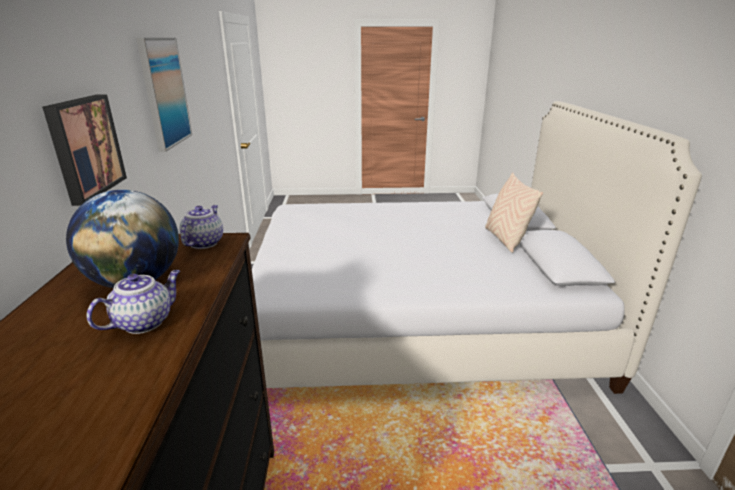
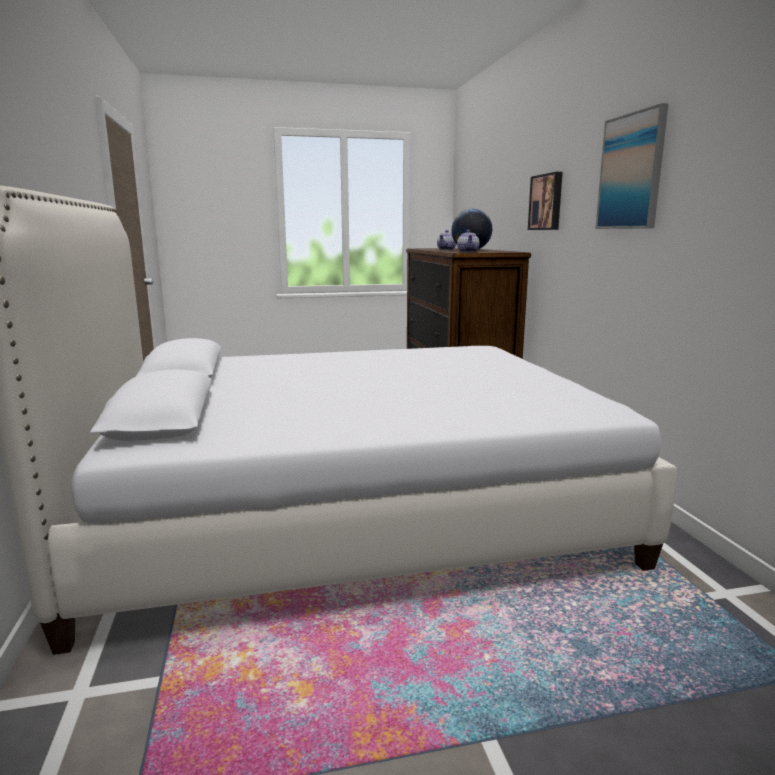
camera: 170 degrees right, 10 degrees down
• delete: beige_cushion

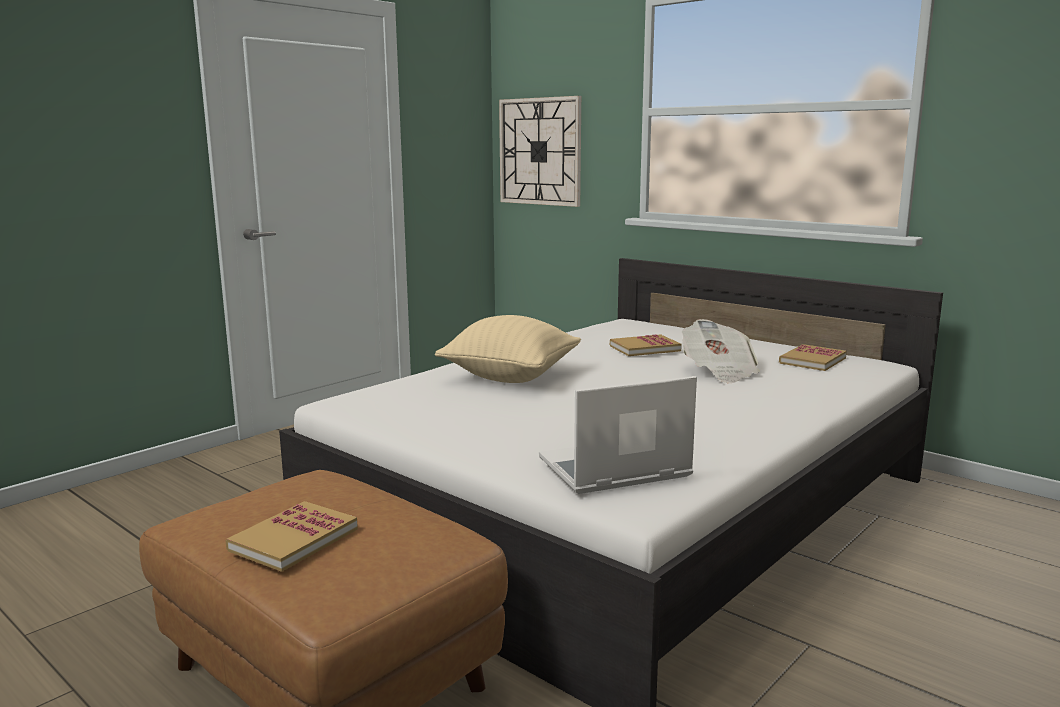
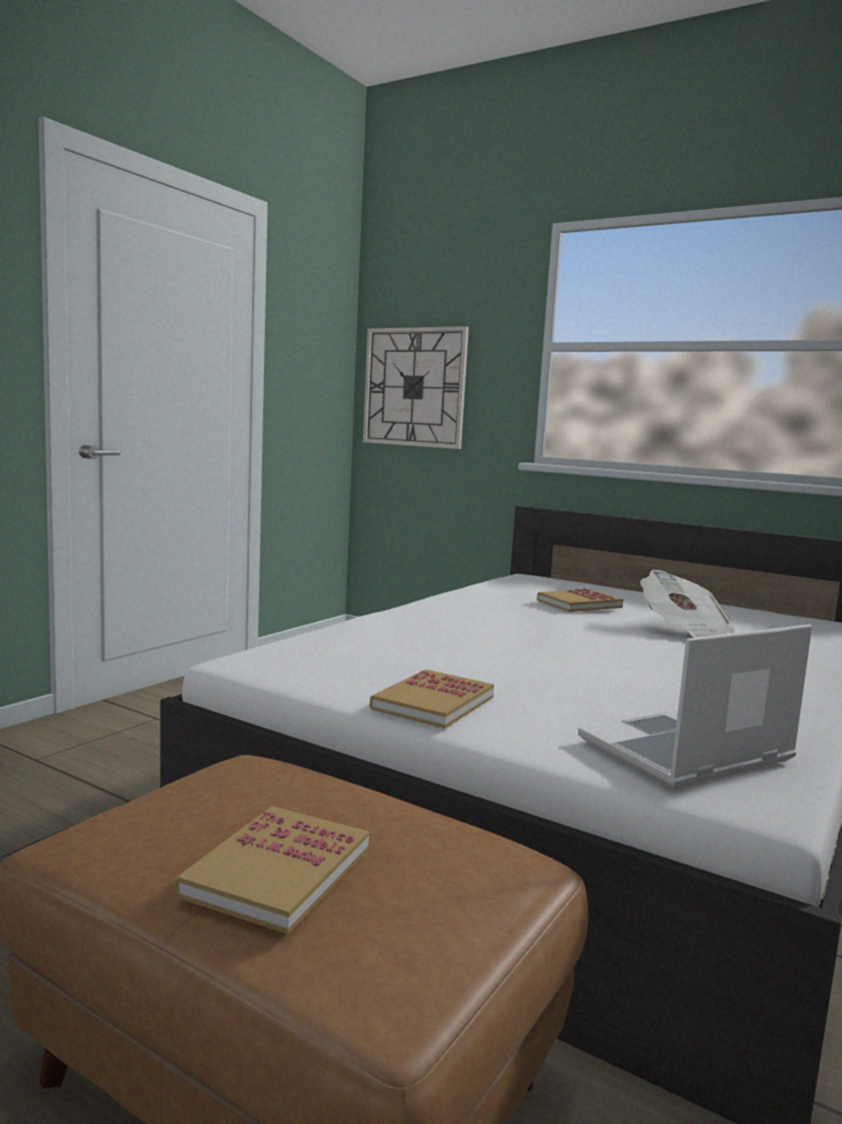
camera: 10 degrees left, 5 degrees down
• delete: beige_cushion
• move: bound_book (3rd from left in the first image) to bound_book (2nd from left)

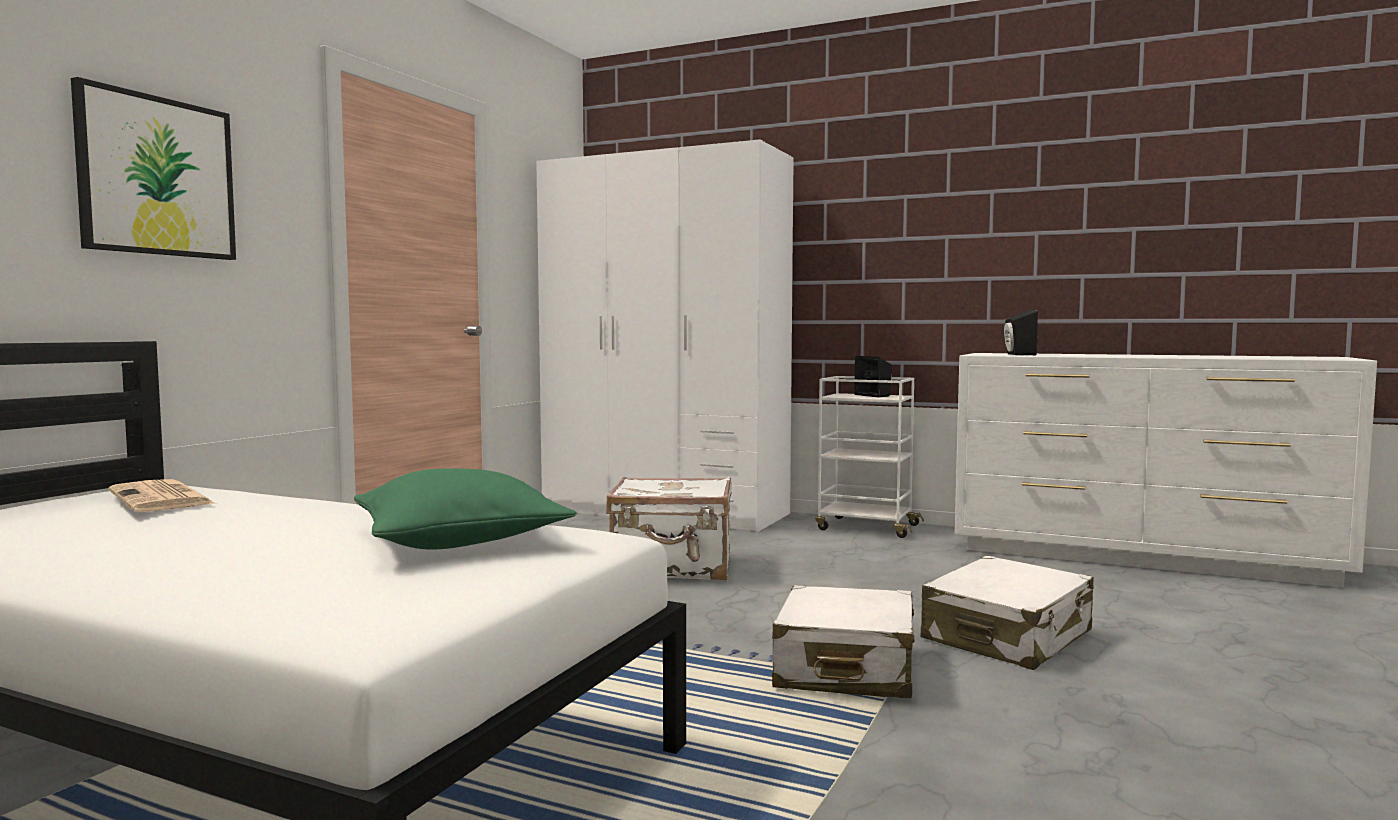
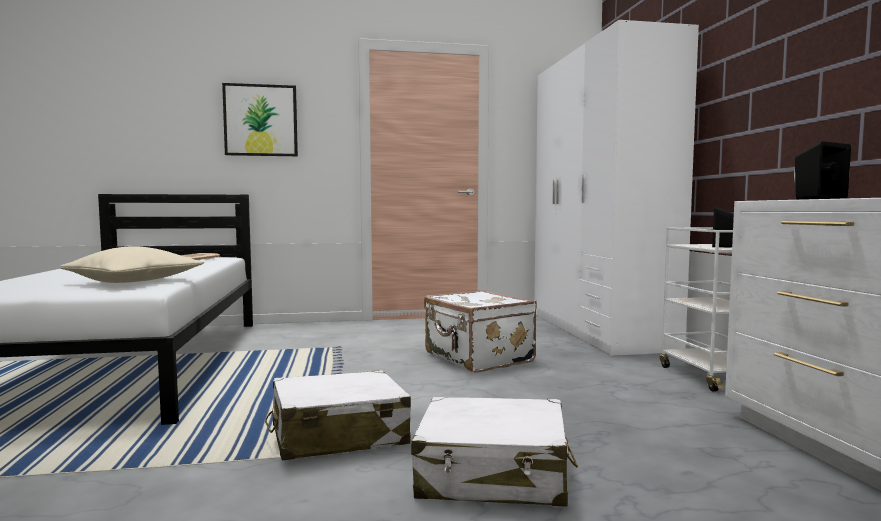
camera: 55 degrees right, 0 degrees up
• recolor: greenish_cushion to beige_cushion

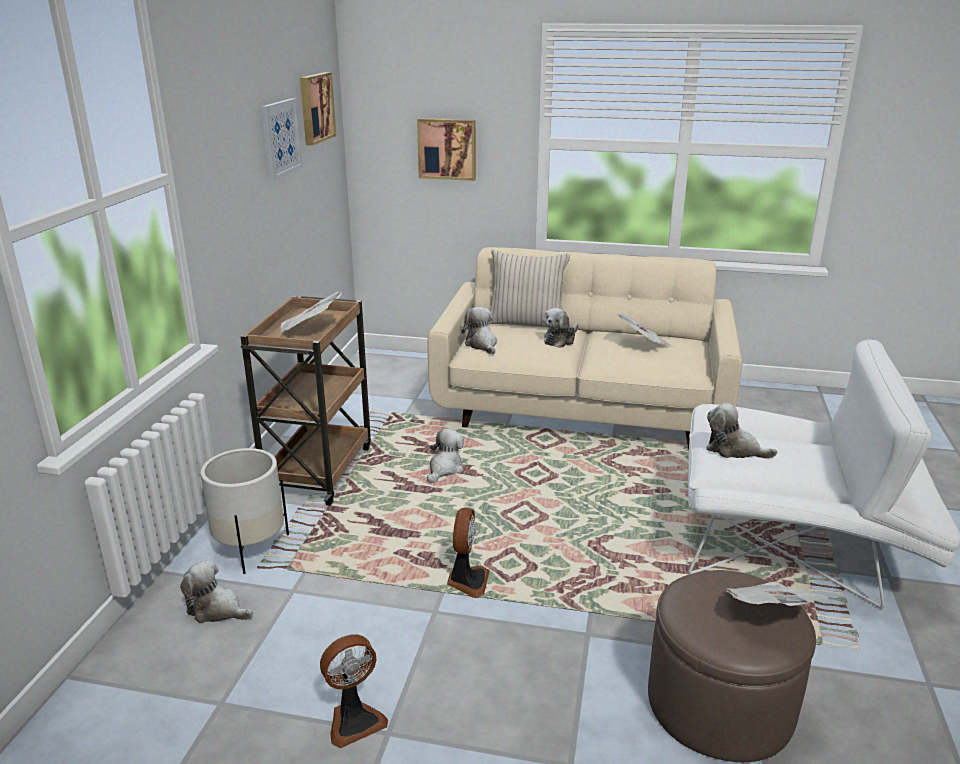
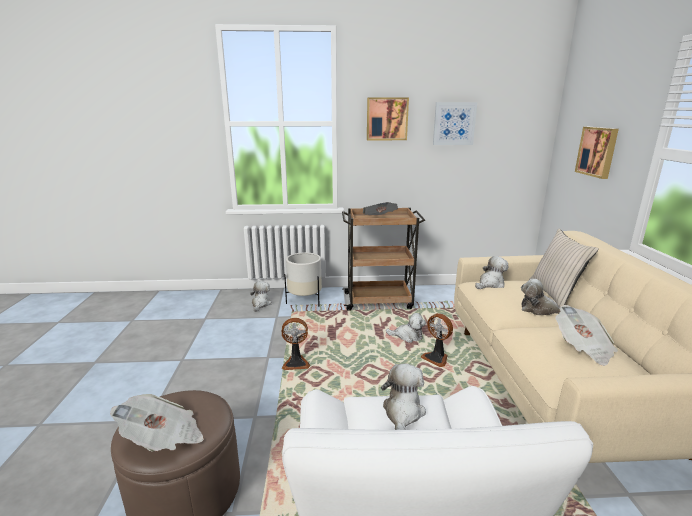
camera: 75 degrees right, 5 degrees down
• move: wall_art (2nd from left in the first image) to wall_art (1st from left)
• move: cooling_fan (1st from left in the first image) to cooling_fan (2nd from left)

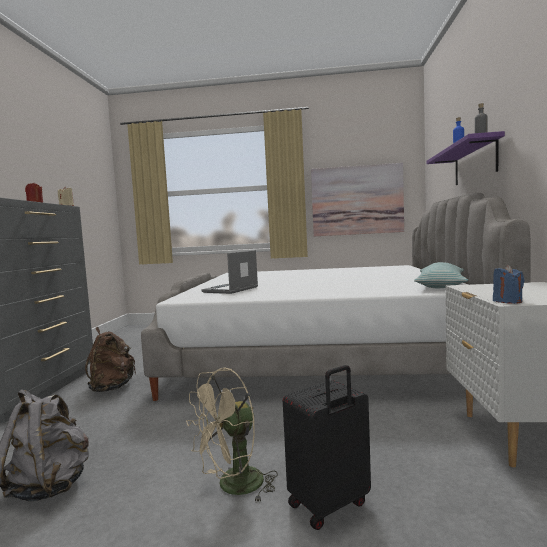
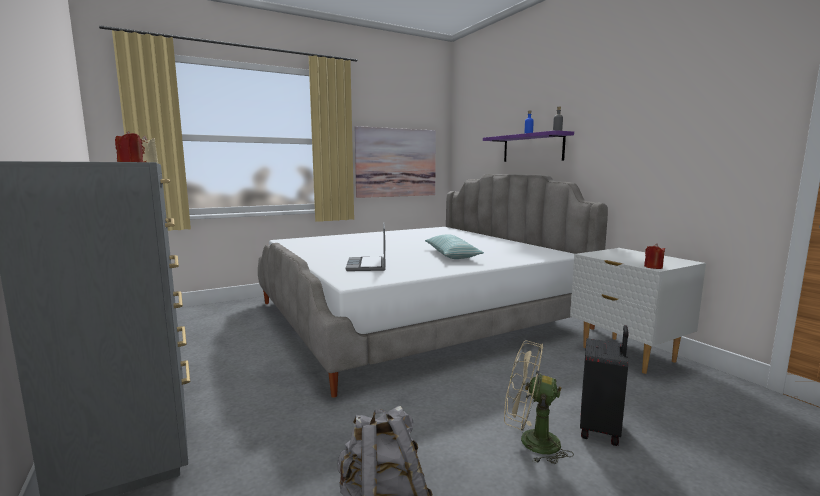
camera: 35 degrees left, 5 degrees up
• move: cushion
• recolor: bluish_candle to red_candle (2nd from left)
• delete: brown-coloured_knapsack
• rotate: beige_cooling_fan 90 degrees clockwise

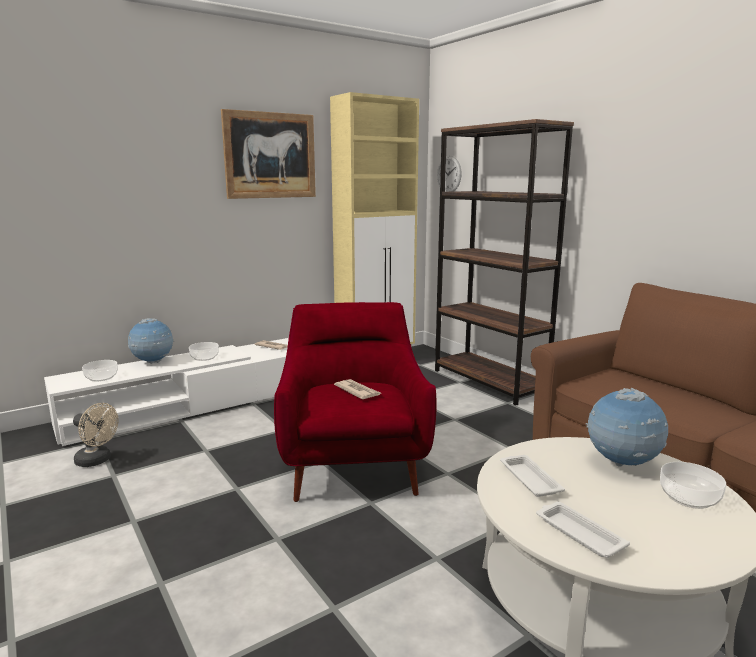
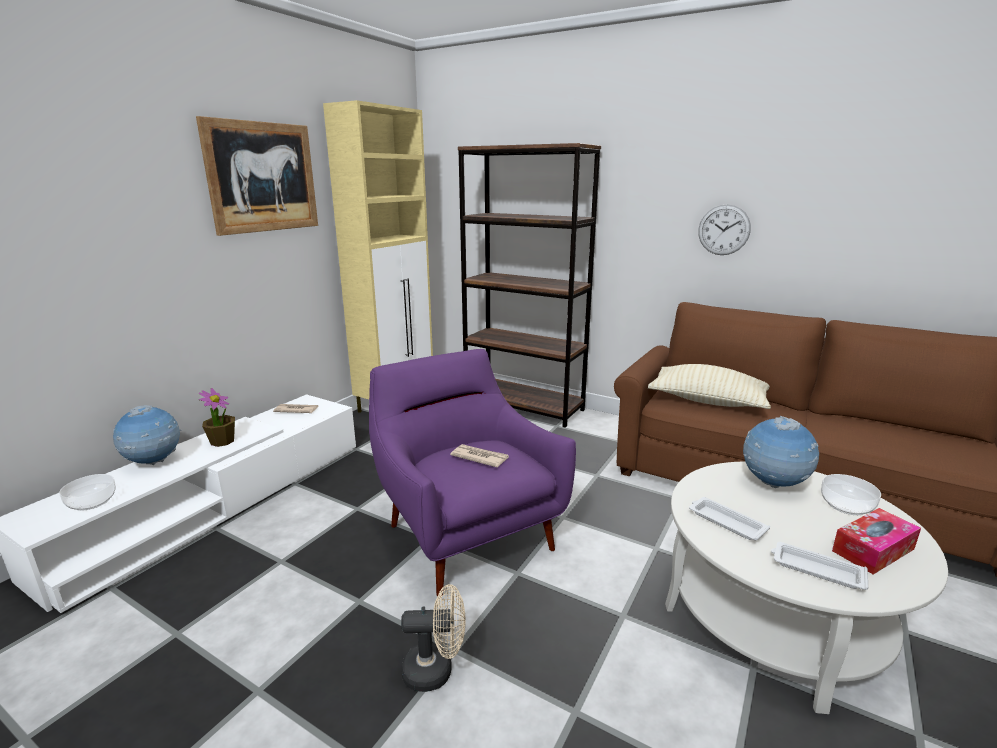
camera: 25 degrees left, 5 degrees up
• move: wall_clock
• recolor: red_lounge_chair to purple-coloured_lounge_chair
• replace: bowl (2nd from left) to houseplant
• move: beige_cooling_fan
• insert: beige_cushion
• insert: box_of_tissues

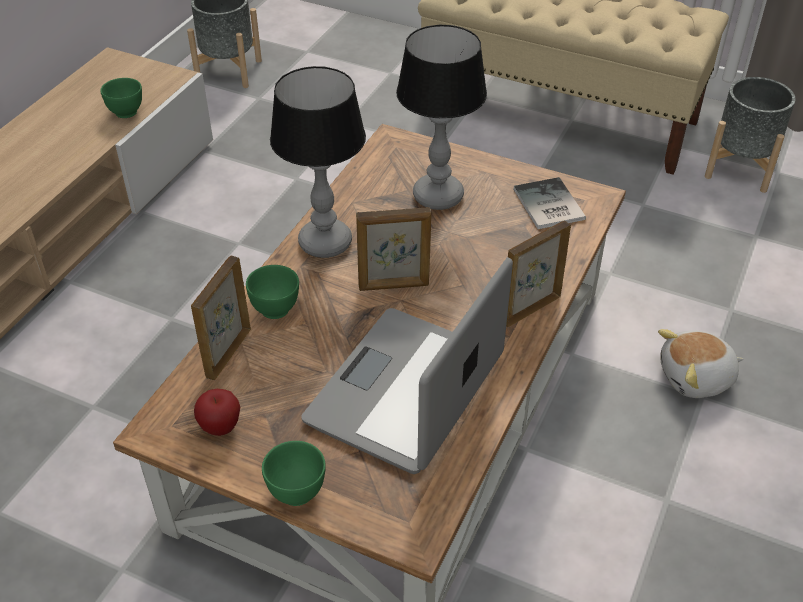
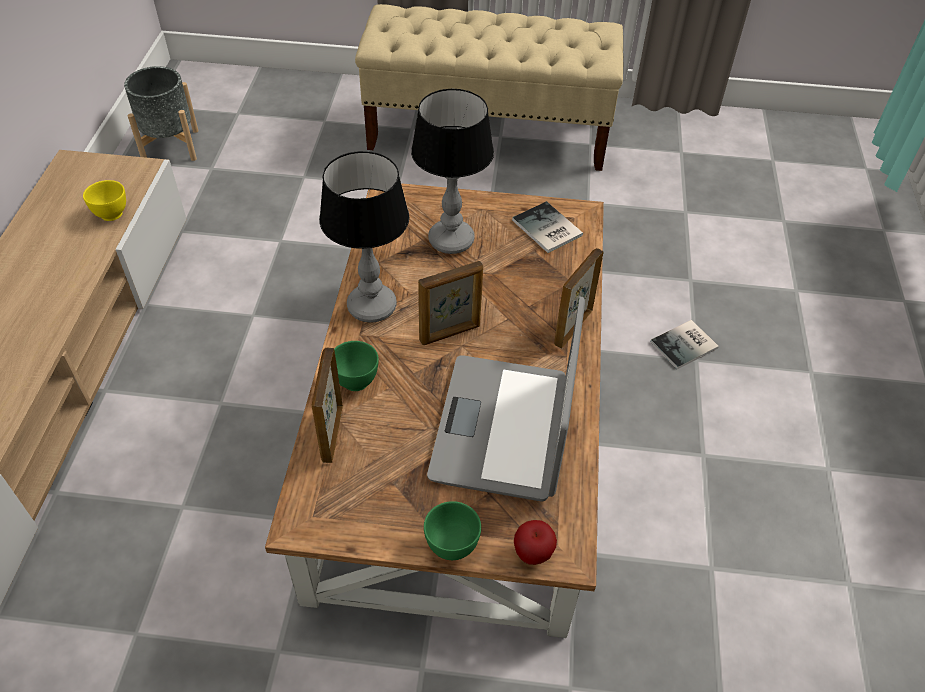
camera: 20 degrees left, 5 degrees up
• delete: greyish_planter (2nd from left)
• recolor: greenish_bowl (1st from left) to yellow-coloured_bowl
• replace: cuddly_toy to bound_book (2nd from left)
• move: apple

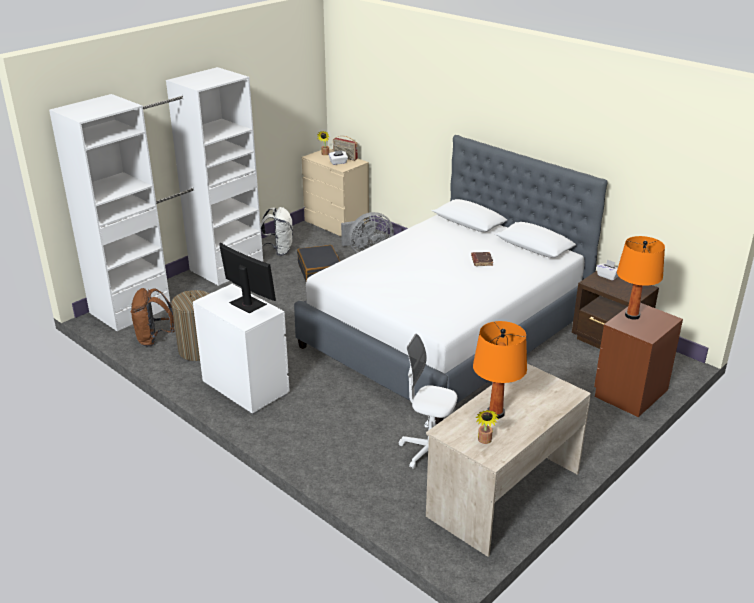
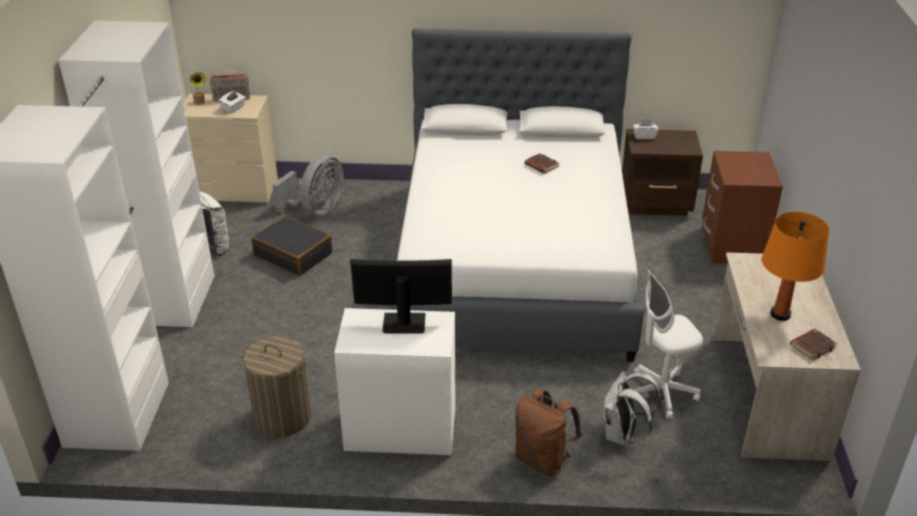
camera: 40 degrees left, 5 degrees up
• delete: orangey_tabletop_lamp (2nd from left)
• move: brown-coloured_knapsack
• replace: houseplant (2nd from left) to brown-coloured_bound_book (2nd from left)
• insert: white-coloured_knapsack (2nd from left)

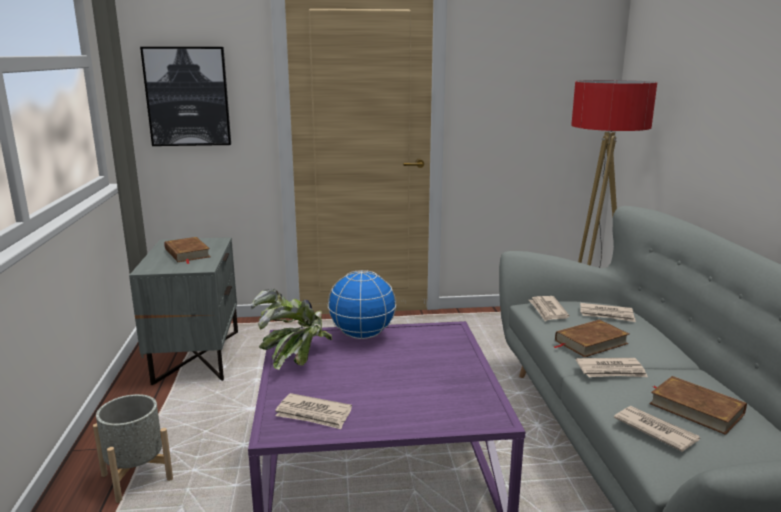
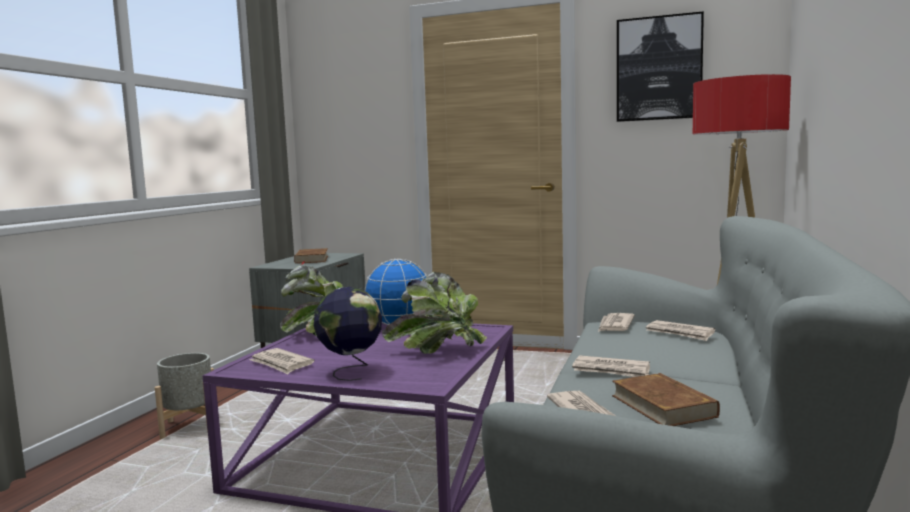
camera: 25 degrees right, 10 degrees down
• move: wall_art
• delete: brown-coloured_bound_book (2nd from left)
• insert: houseplant (2nd from left)
• insert: world_globe (1st from left)

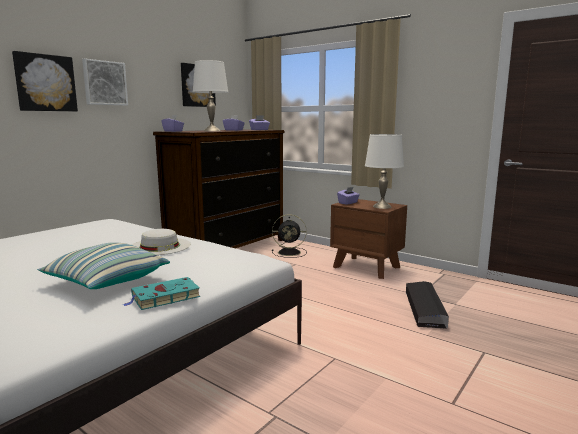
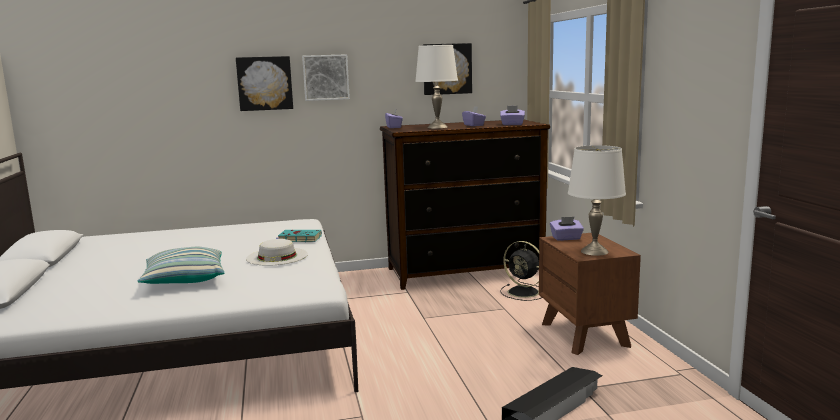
camera: 40 degrees right, 0 degrees up
• move: blue-green_bound_book

